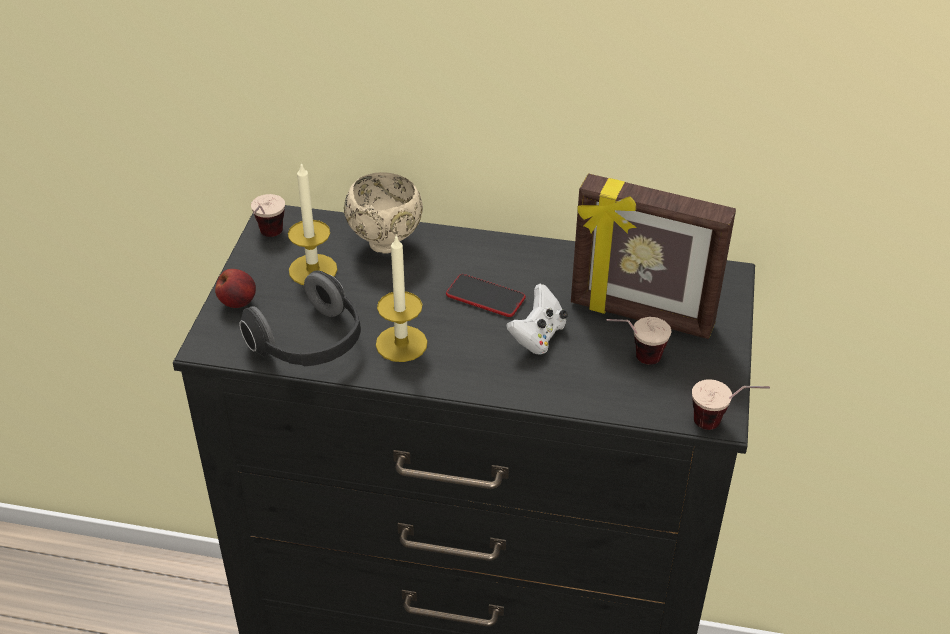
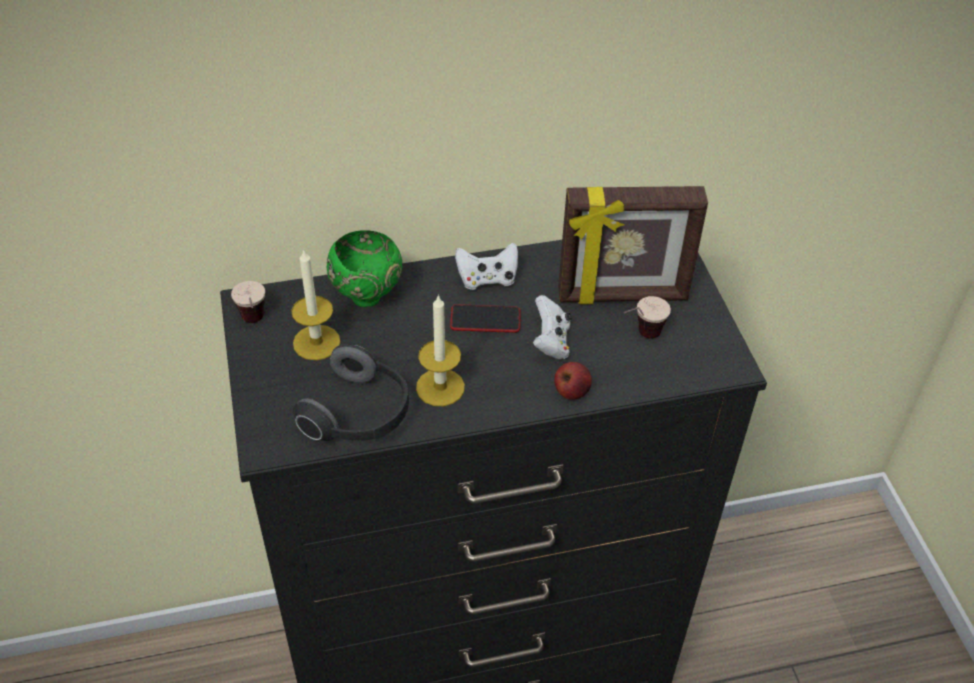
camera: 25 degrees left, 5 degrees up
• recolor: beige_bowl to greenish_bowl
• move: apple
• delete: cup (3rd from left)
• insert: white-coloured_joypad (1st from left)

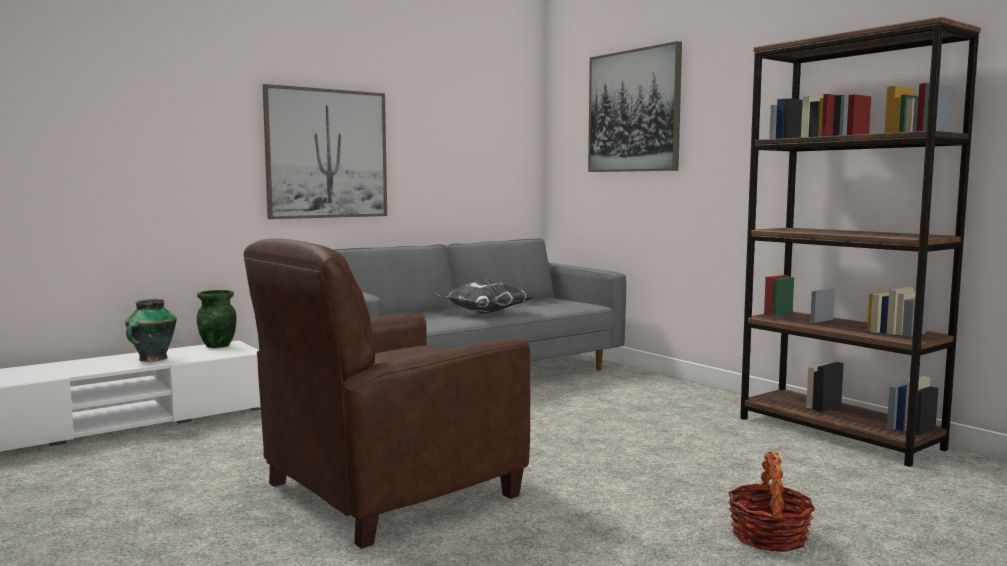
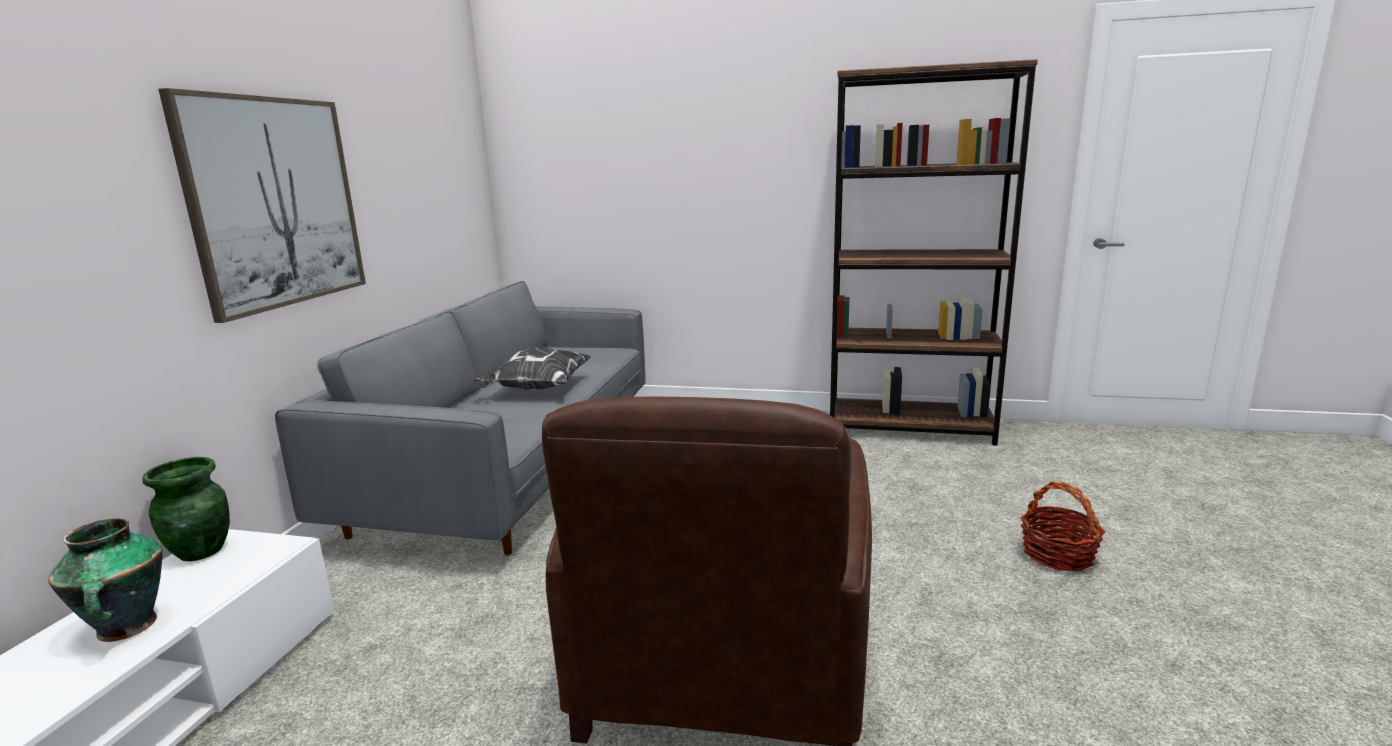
camera: 40 degrees left, 10 degrees up
• delete: wall_art (2nd from left)

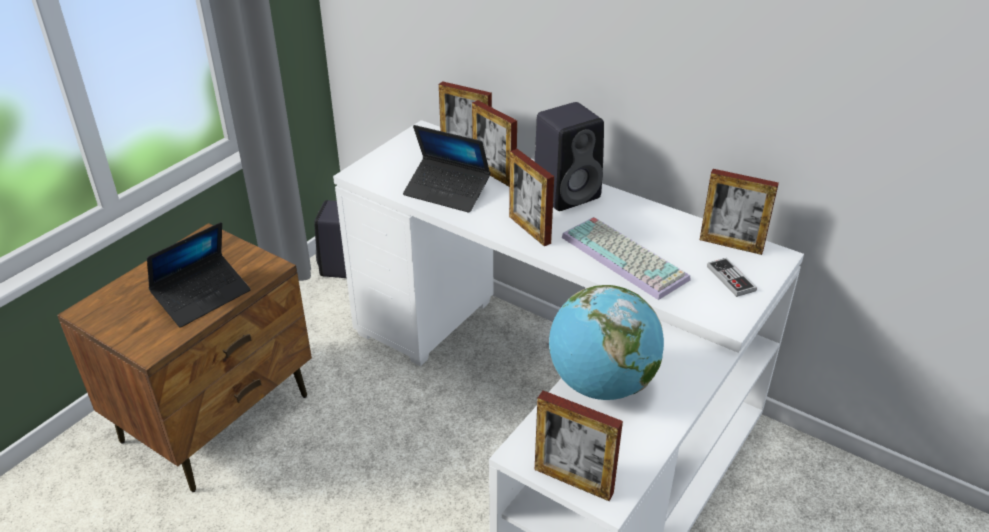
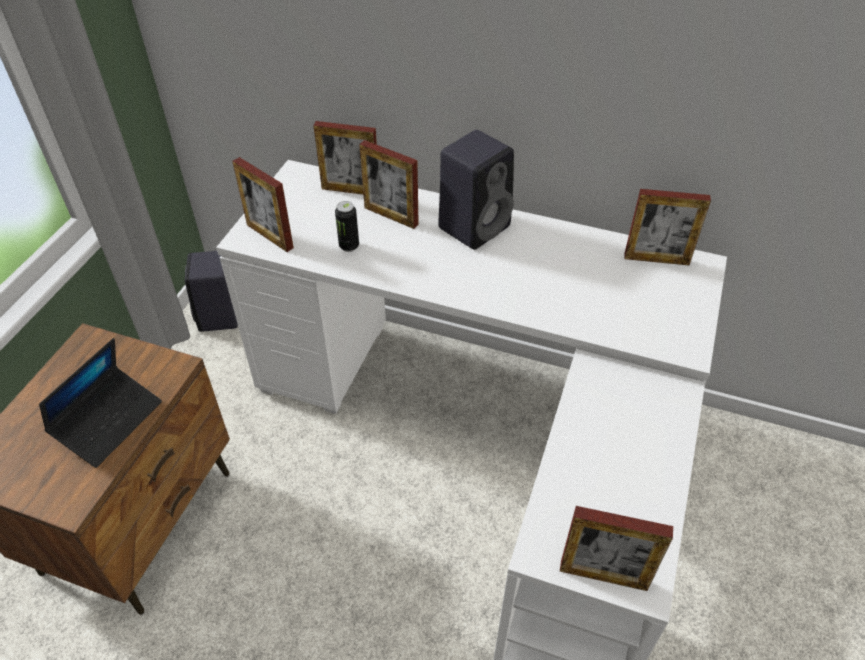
camera: 15 degrees left, 10 degrees up
• replace: portable_computer (2nd from left) to sealed_can
• move: picture_frame (3rd from left in the first image) to picture_frame (1st from left)
• delete: PC_keyboard
• delete: joypad
• delete: world_globe

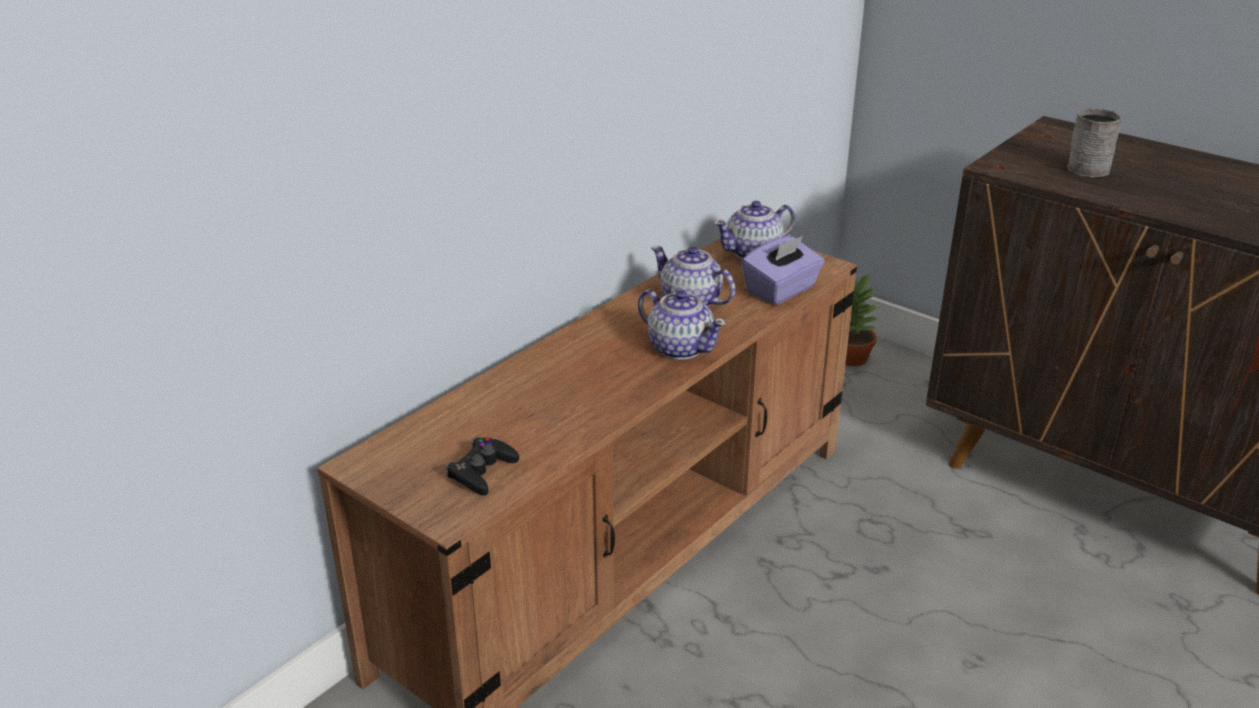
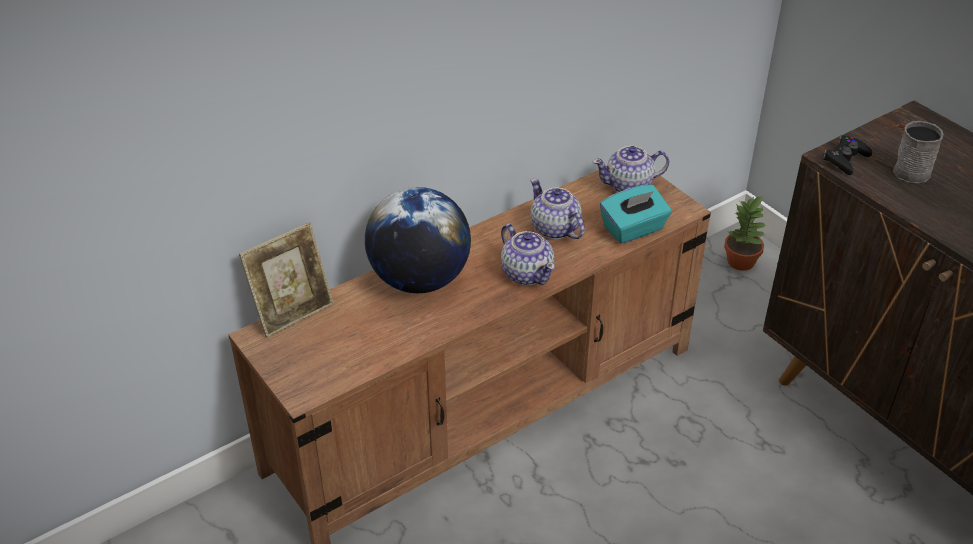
camera: 15 degrees right, 10 degrees up
• recolor: purple-coloured_box_of_tissues to blue-green_box_of_tissues
• move: black_joypad
• insert: world_globe
• insert: picture_frame

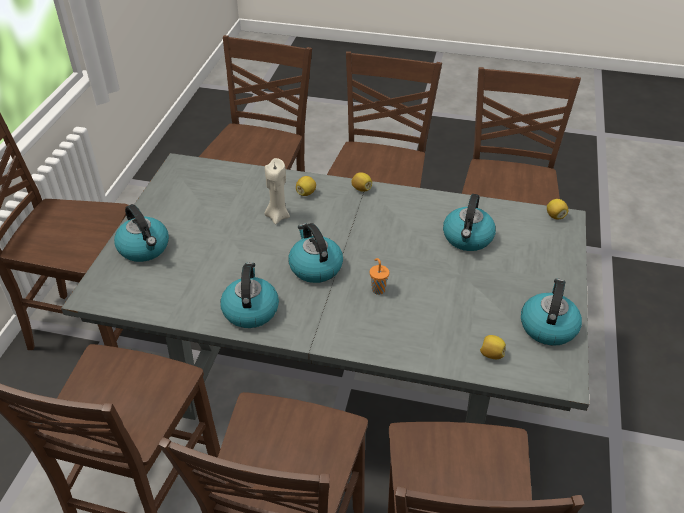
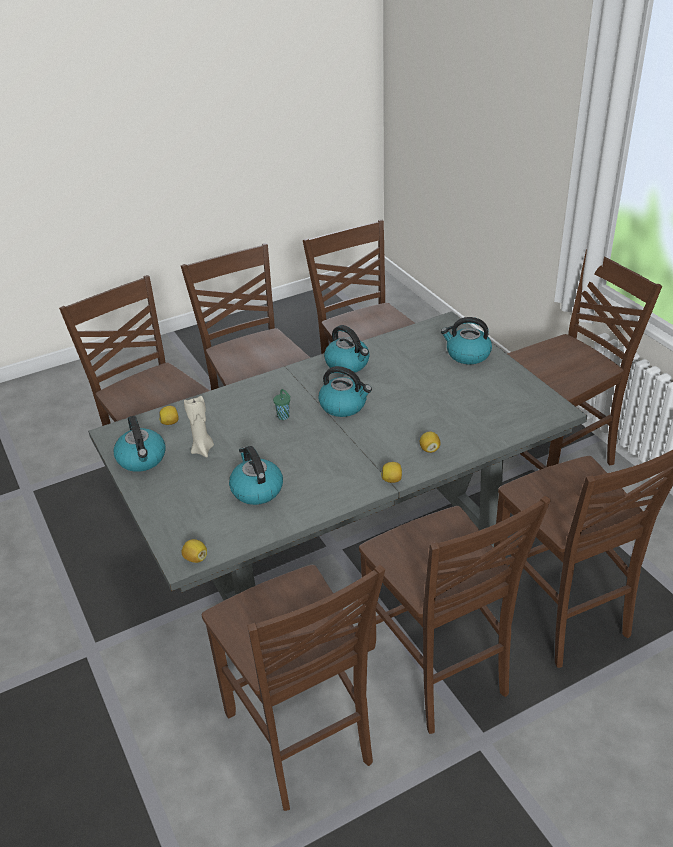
camera: 140 degrees right, 5 degrees down
• move: beige_candle
• recolor: orangey_cup to greenish_cup

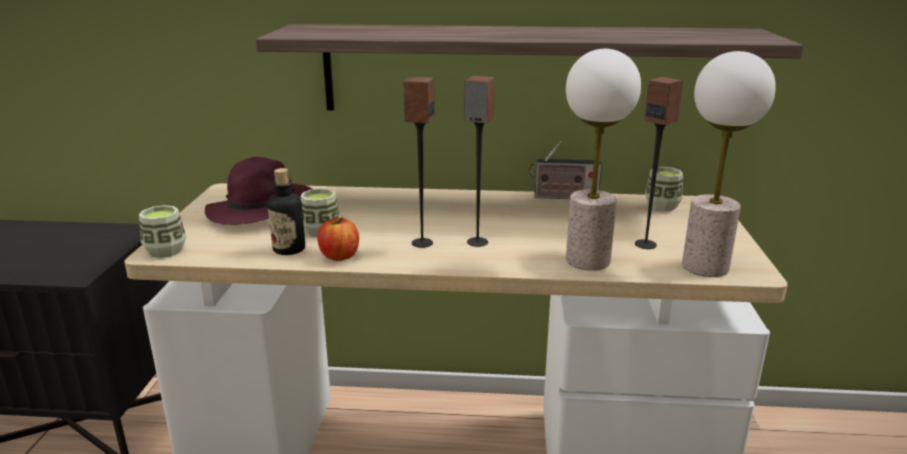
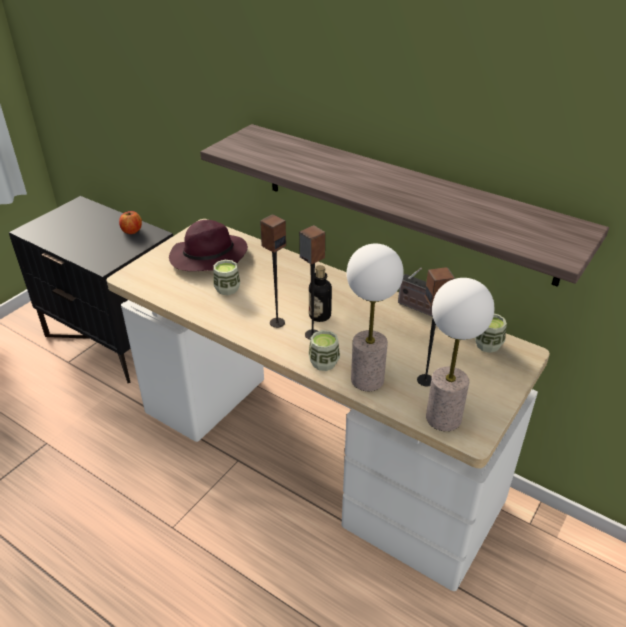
camera: 30 degrees right, 15 degrees up
• move: drink_bottle
• move: cup (1st from left in the first image) to cup (2nd from left)
• move: apple

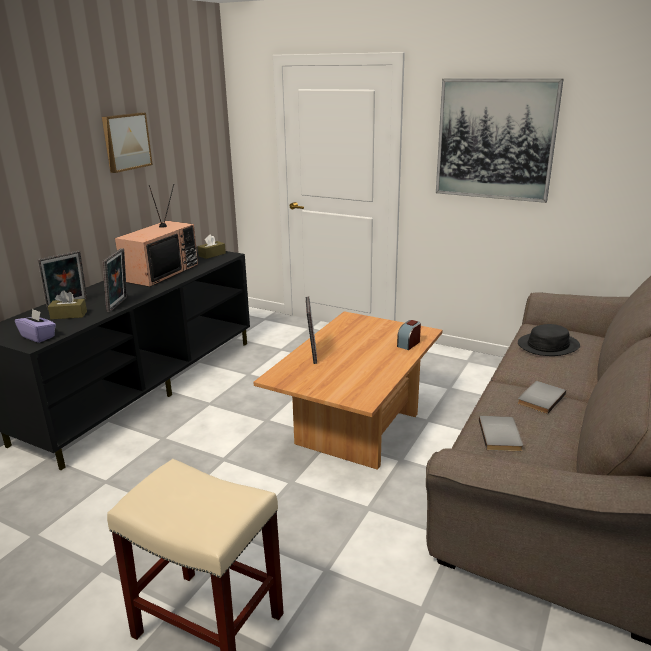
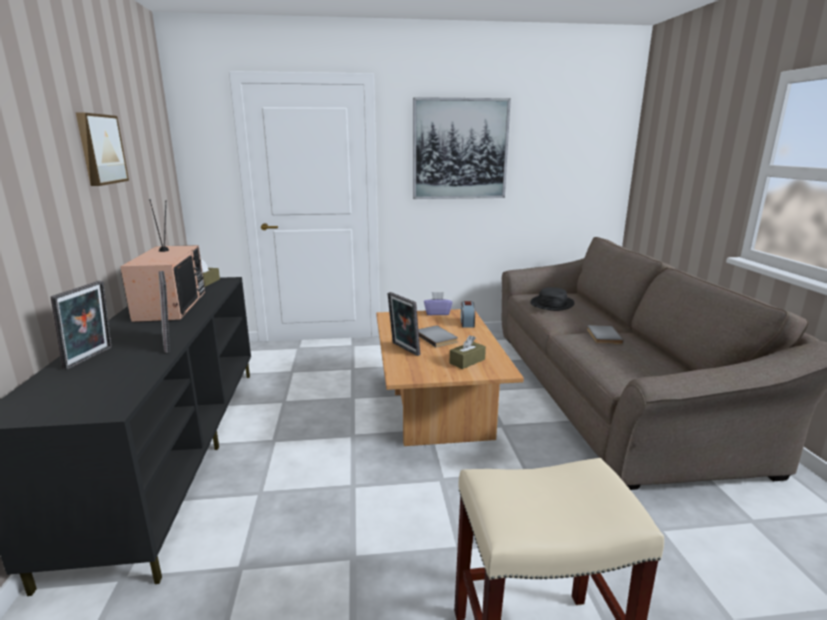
camera: 35 degrees left, 5 degrees down
• move: brown-coloured_box_of_tissues (1st from left in the first image) to brown-coloured_box_of_tissues (2nd from left)
• move: purple-coloured_box_of_tissues
• move: greyish_bound_book (1st from left)

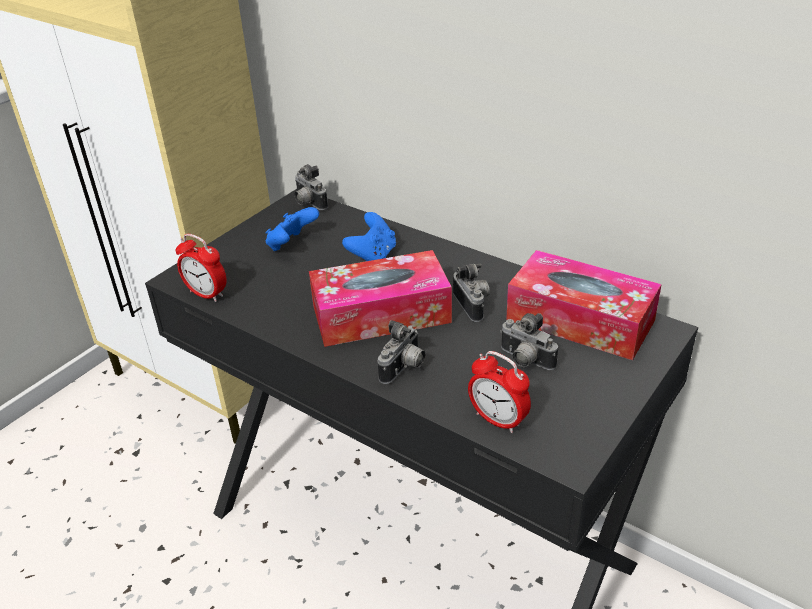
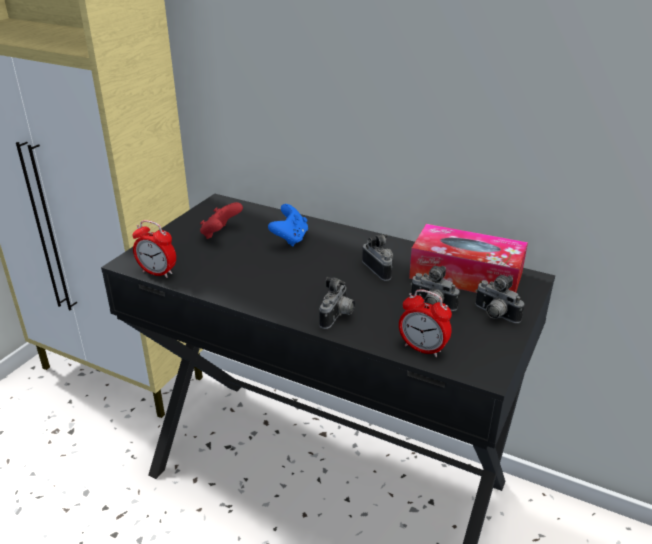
camera: 10 degrees left, 5 degrees down
• move: photo_camera (1st from left in the first image) to photo_camera (4th from left)
• recolor: bluish_joypad (1st from left) to red_joypad
• delete: box_of_tissues (1st from left)

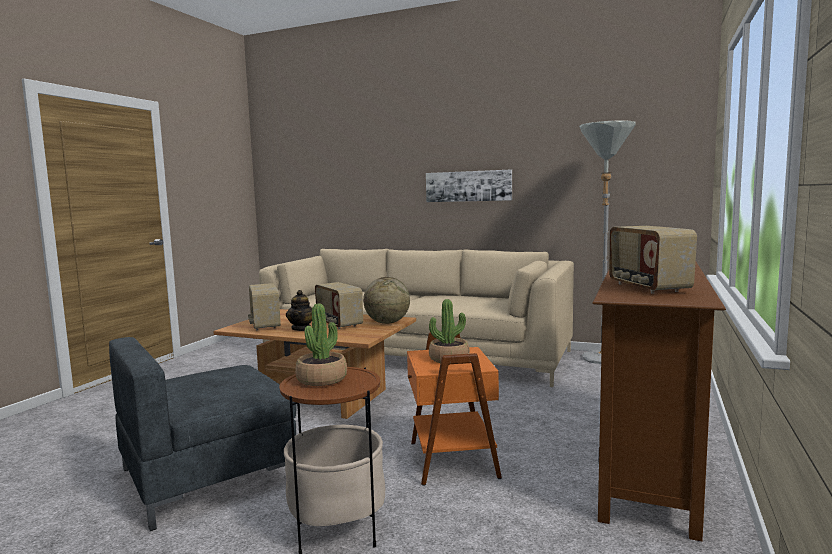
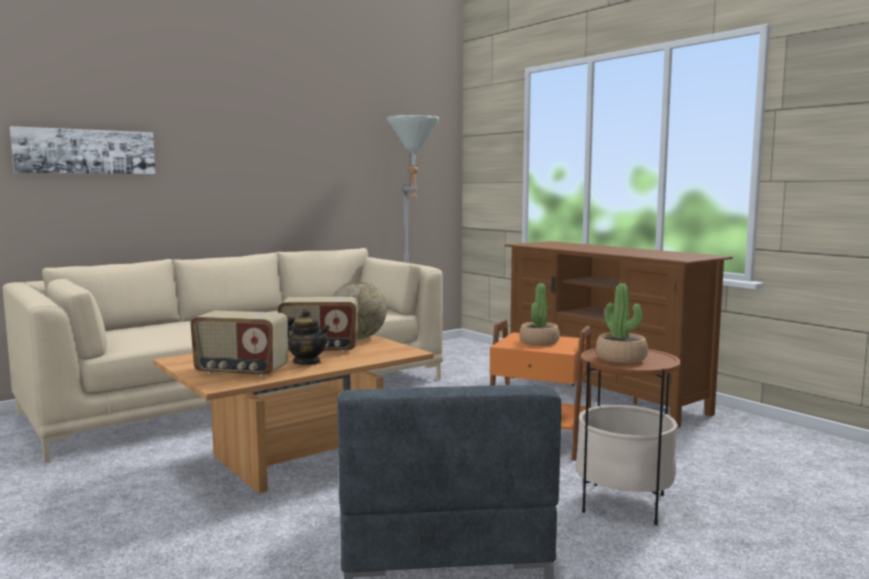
camera: 60 degrees left, 0 degrees up
• move: wall_art
• delete: radio_receiver (3rd from left)

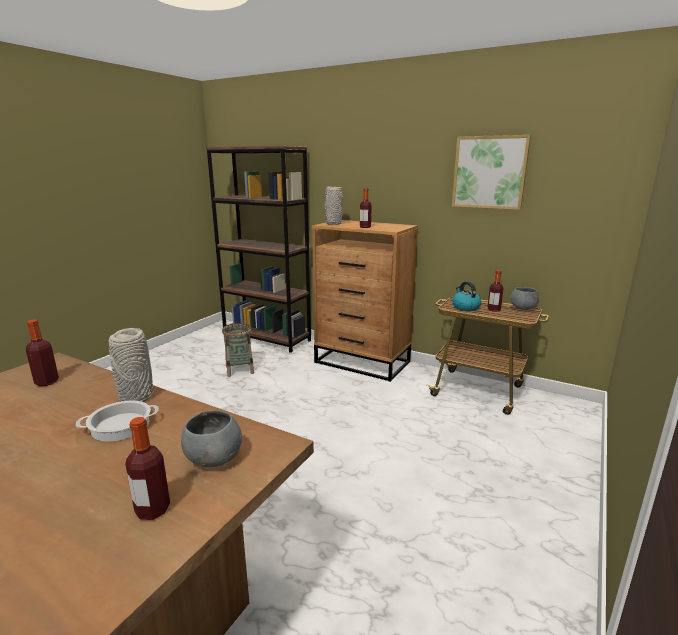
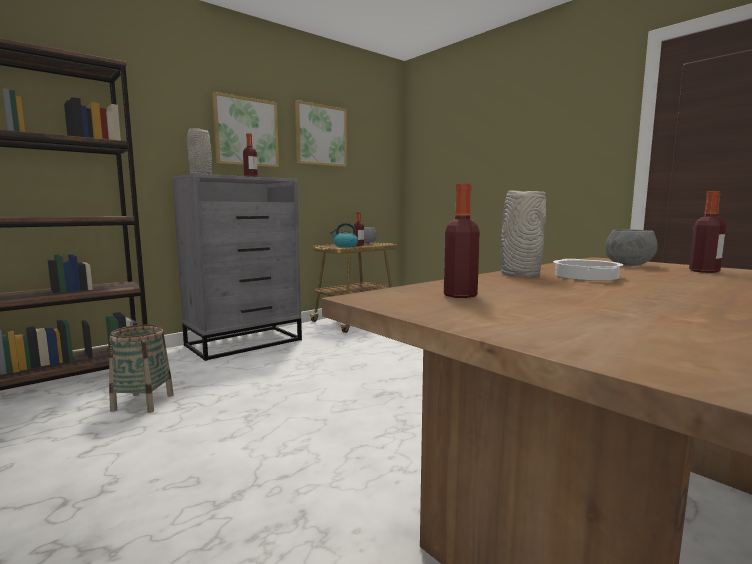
camera: 70 degrees left, 10 degrees down
• recolor: brown-coloured_drawer_chest to greyish_drawer_chest
• insert: wall_art (1st from left)

